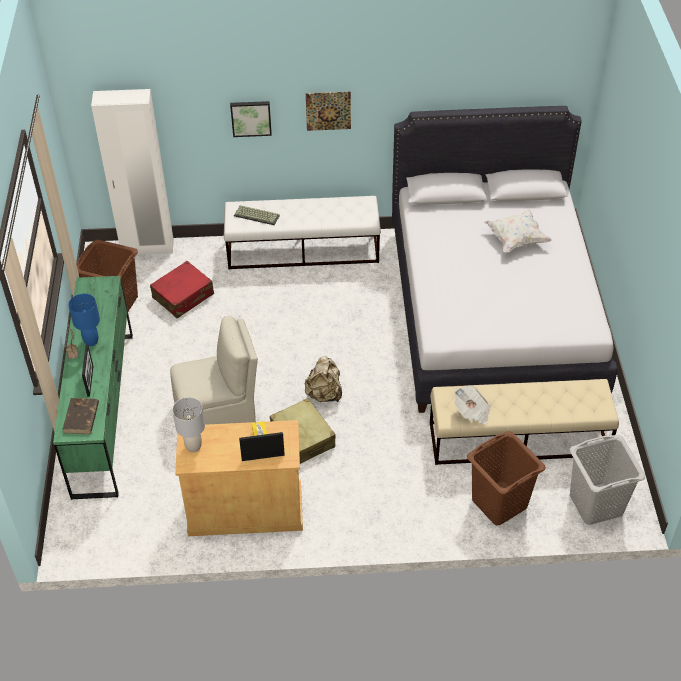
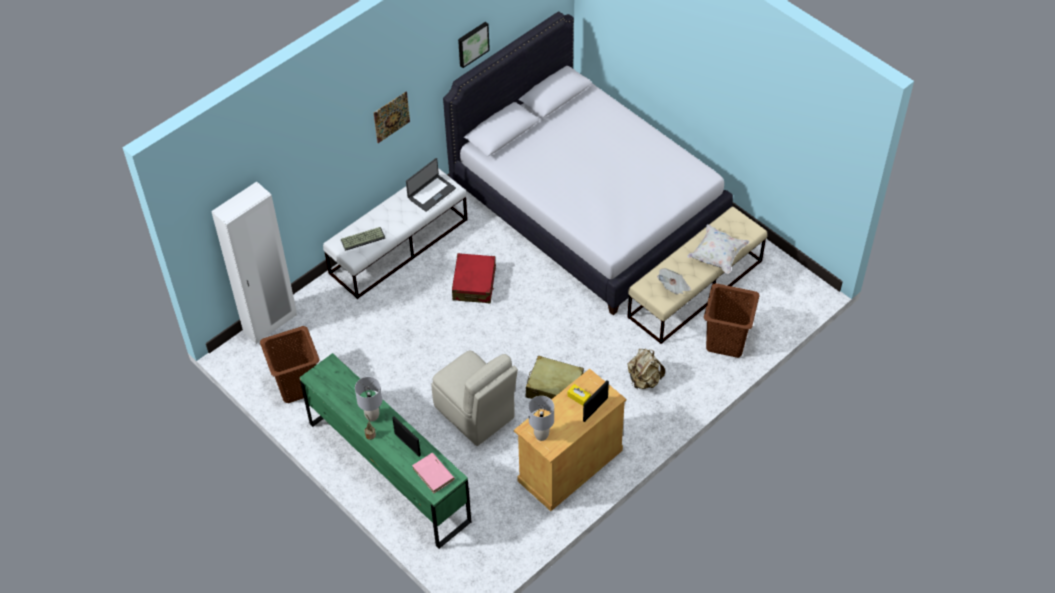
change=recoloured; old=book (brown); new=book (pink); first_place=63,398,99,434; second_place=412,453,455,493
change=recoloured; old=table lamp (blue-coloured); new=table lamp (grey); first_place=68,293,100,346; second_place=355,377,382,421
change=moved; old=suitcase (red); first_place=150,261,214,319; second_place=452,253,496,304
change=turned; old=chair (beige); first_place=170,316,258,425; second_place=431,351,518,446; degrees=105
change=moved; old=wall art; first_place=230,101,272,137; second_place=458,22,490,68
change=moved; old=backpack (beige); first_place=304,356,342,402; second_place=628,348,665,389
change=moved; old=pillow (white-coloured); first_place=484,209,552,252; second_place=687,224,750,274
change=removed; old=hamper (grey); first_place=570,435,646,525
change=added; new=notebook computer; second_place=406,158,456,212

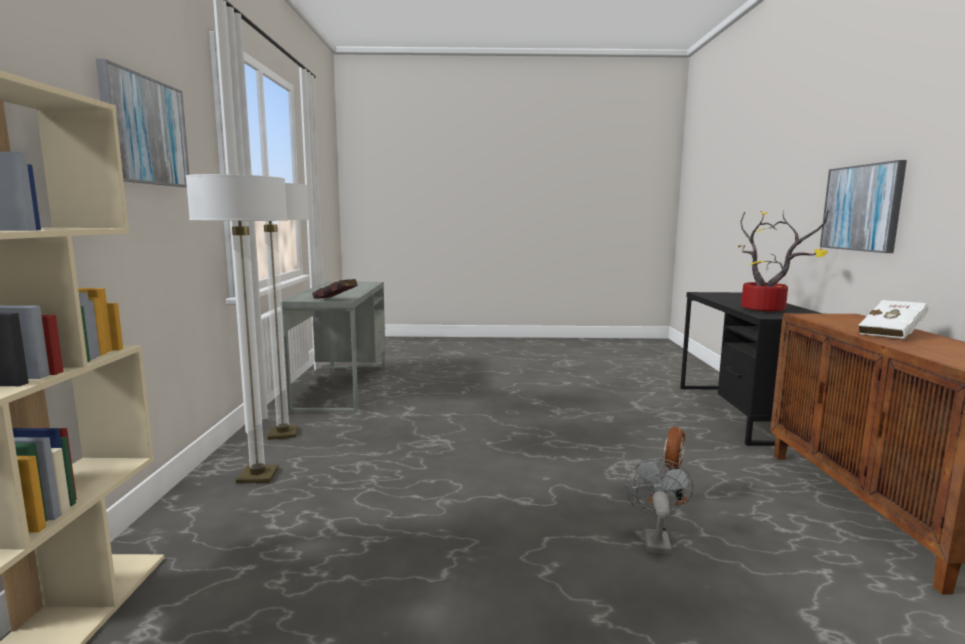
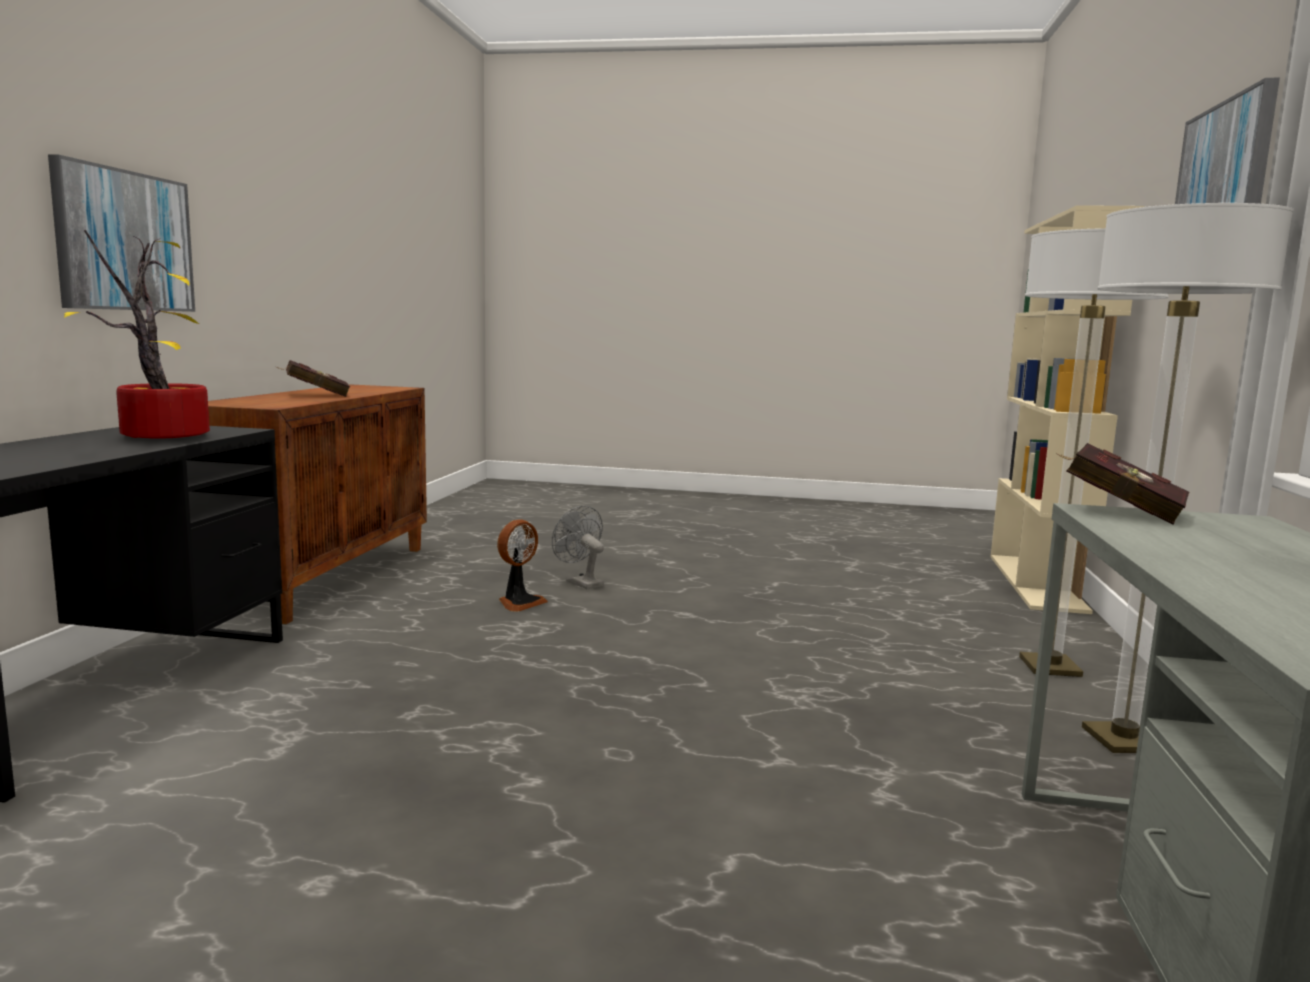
change=turned; old=electric fan (grey); first_place=624,459,693,554; second_place=552,506,604,589; degrees=120
change=recoloured; old=book (white-coloured); new=book (red); first_place=859,300,928,339; second_place=277,360,350,397

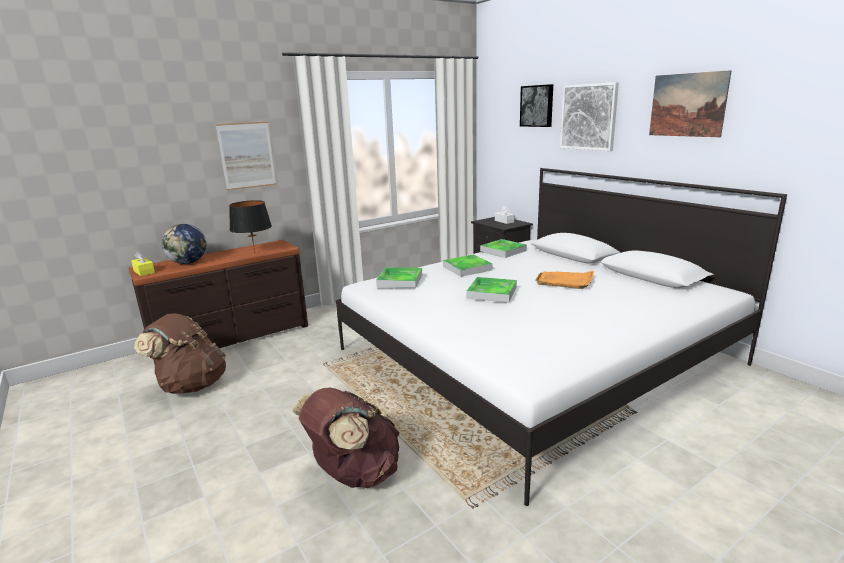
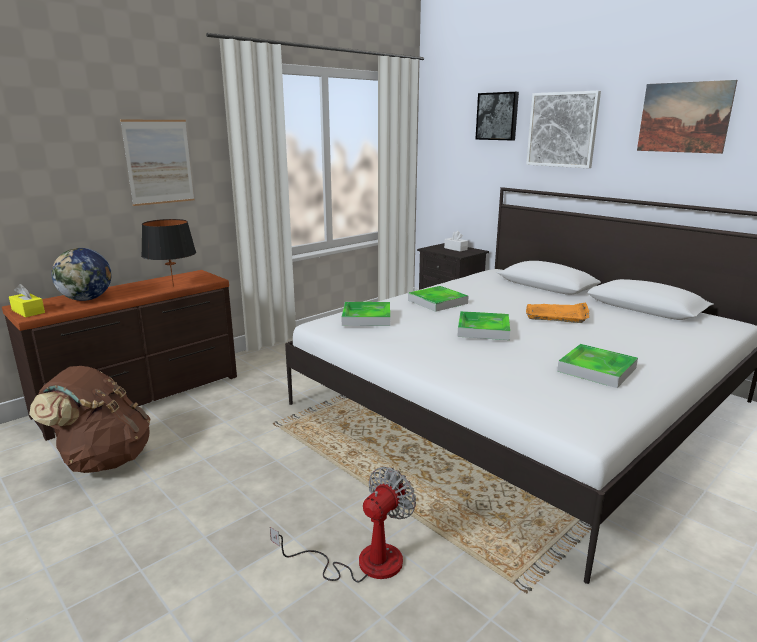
change=replaced; old=backpack (brown); new=electric fan; first_place=292,388,399,488; second_place=270,467,416,582
change=moved; old=carrying tray; first_place=480,239,527,258; second_place=557,344,638,388

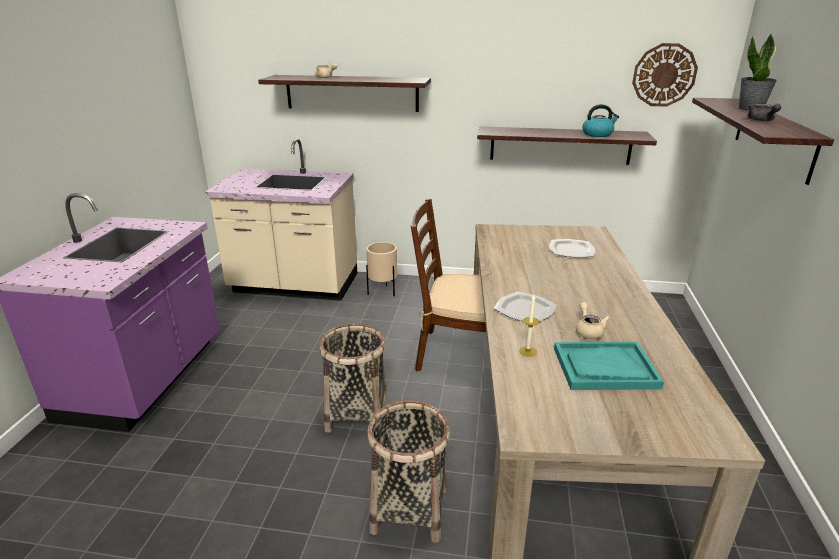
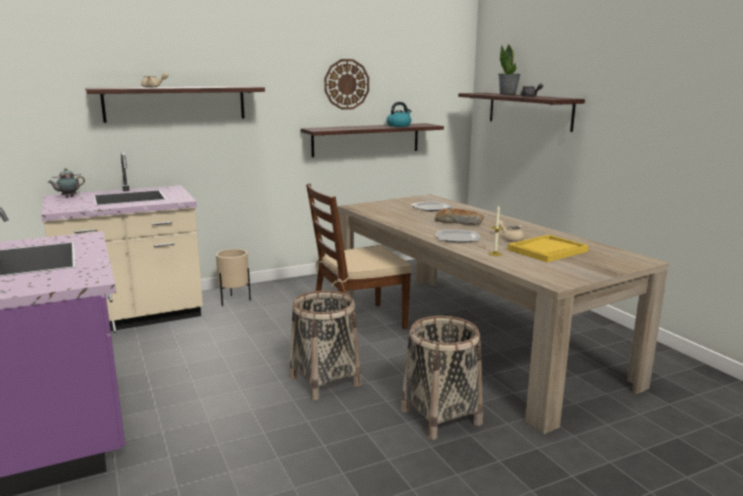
change=recoloured; old=carrying tray (turquoise-coloured); new=carrying tray (yellow); first_place=554,342,664,390; second_place=507,235,589,263
change=moved; old=wall clock; first_place=632,43,698,107; second_place=324,59,369,110
change=added; new=tea pot; second_place=48,168,85,198
change=added; new=bakery bread; second_place=435,209,484,225

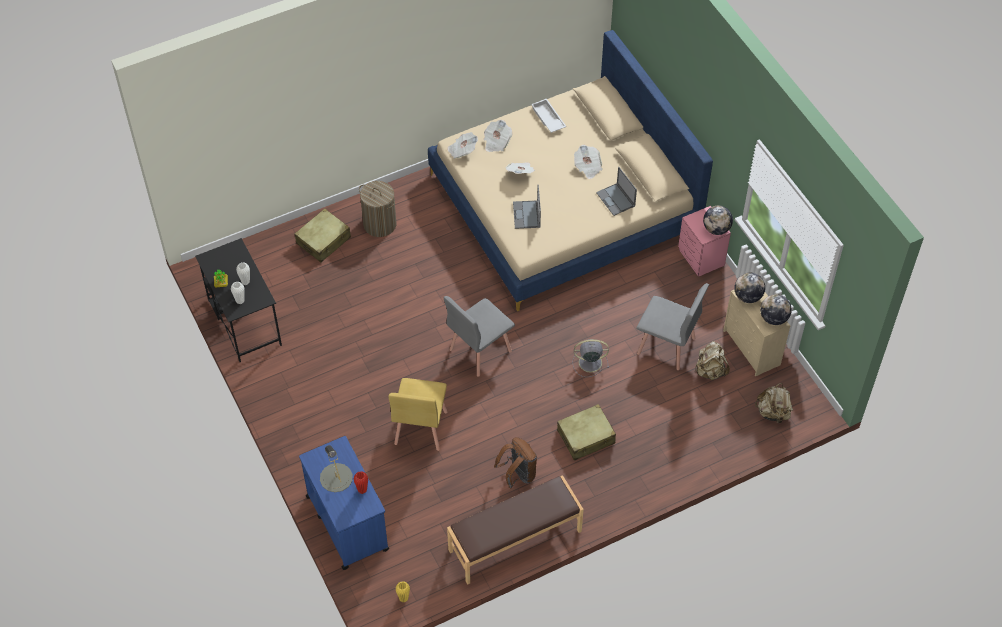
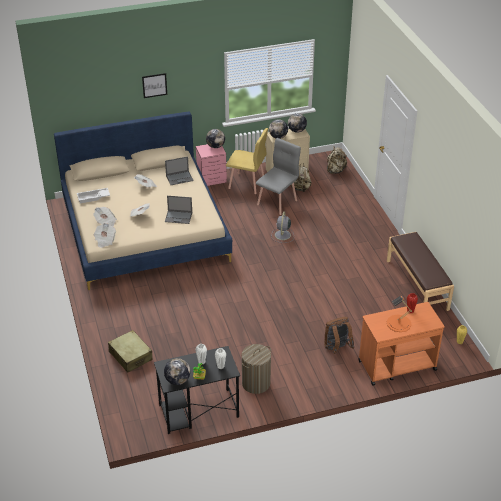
change=recoloured; old=wheeled cart (blue-coloured); new=wheeled cart (orangey); first_place=299,436,389,570; second_place=358,302,445,386
change=recoloured; old=table lamp (grey); new=table lamp (orangey); first_place=320,445,353,492; second_place=387,296,412,332
change=moved; old=hamper; first_place=359,181,396,237; second_place=241,344,271,394
change=moved; old=chair (yellow); first_place=388,378,447,451; second_place=226,128,268,194
change=removed; old=chair (grey); first_place=444,296,515,377
change=moved; old=backpack (brown); first_place=494,437,537,488; second_place=324,317,354,354
change=removed; old=suitcase (beige); first_place=557,404,616,460
change=added; new=wall art; second_place=142,73,167,98
change=added; new=desk globe; second_place=164,358,190,385

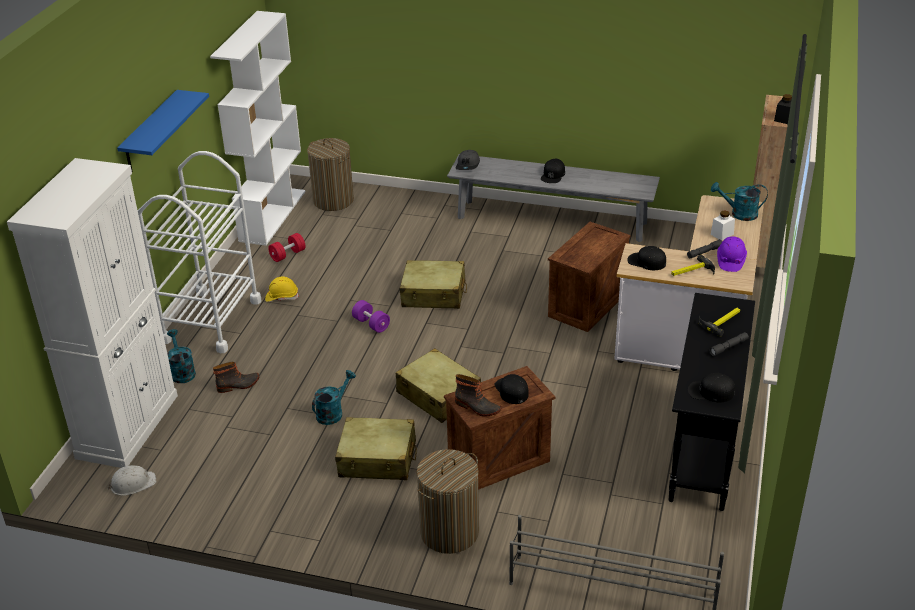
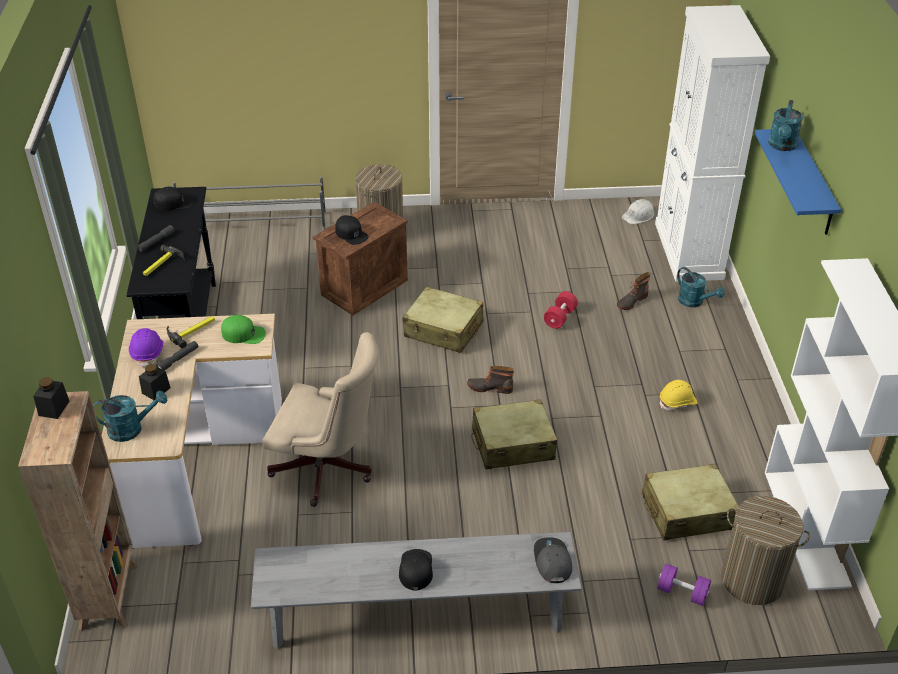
change=removed; old=wheeled cart (white-coloured); first_place=138,151,261,353
change=moved; old=hand weight (red); first_place=268,233,305,262; second_place=544,291,578,329
change=moved; old=watering can (turquoise-coloured); first_place=312,370,356,425; second_place=768,100,803,151
change=moved; old=suitcase (beige); first_place=335,417,417,480; second_place=642,464,739,540
change=moved; old=hand weight (purple-coloured); first_place=352,300,390,333; second_place=657,564,711,606
change=moved; old=boot; first_place=455,374,502,417; second_place=467,366,514,394
change=replaced; old=packing crate; new=office chair (beige); first_place=548,222,631,332; second_place=262,332,378,507
change=recoloured; old=cap (blackish); new=cap (greenish); first_place=627,246,666,270; second_place=221,315,266,344
change=recoloured; old=jar (white-coloured); new=jar (blackish); first_place=711,210,735,240; second_place=139,364,170,400

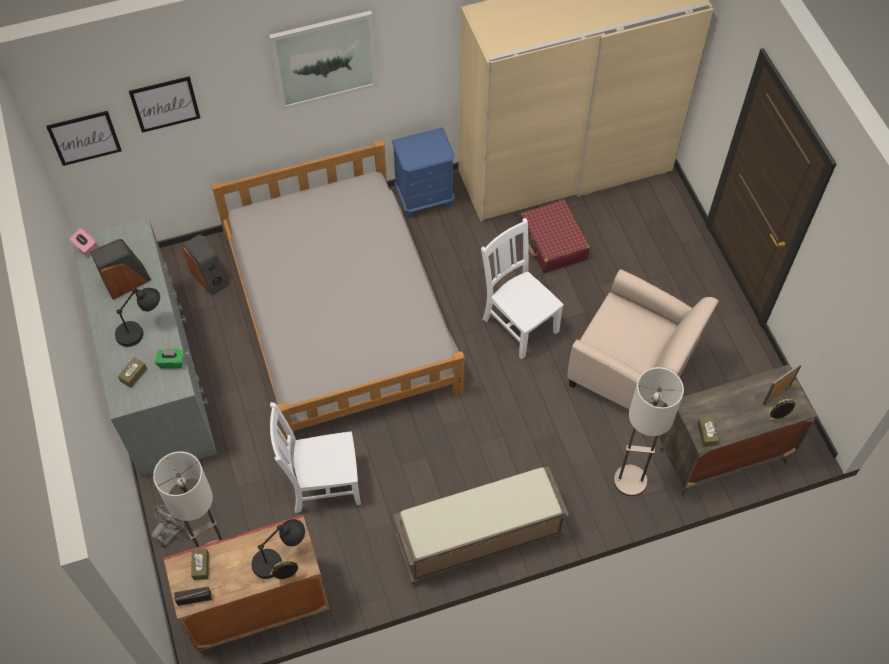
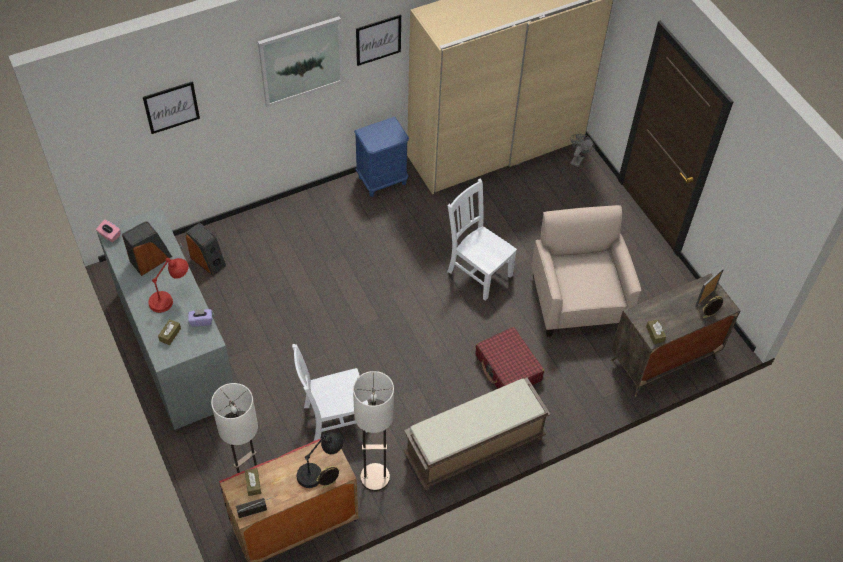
change=moved; old=wall art; first_place=46,111,122,166; second_place=356,14,401,66
change=recoloured; old=table lamp (blackish); new=table lamp (red); first_place=115,288,160,347; second_place=149,258,189,313
change=moved; old=electric fan (grey); first_place=151,505,184,546; second_place=570,134,595,167
change=recoloured; old=tissue holder (greenish); new=tissue holder (purple-coloured); first_place=155,349,184,369; second_place=188,309,212,327
change=removed; old=bed (grey); first_place=211,140,466,440
change=moved; old=suitcase (red); first_place=520,200,590,273; second_place=475,327,544,389
change=turned; old=armchair (beige); first_place=568,269,719,410; second_place=531,205,641,337; degrees=-120
change=moved; old=standard lamp; first_place=614,367,684,496; second_place=353,371,394,491

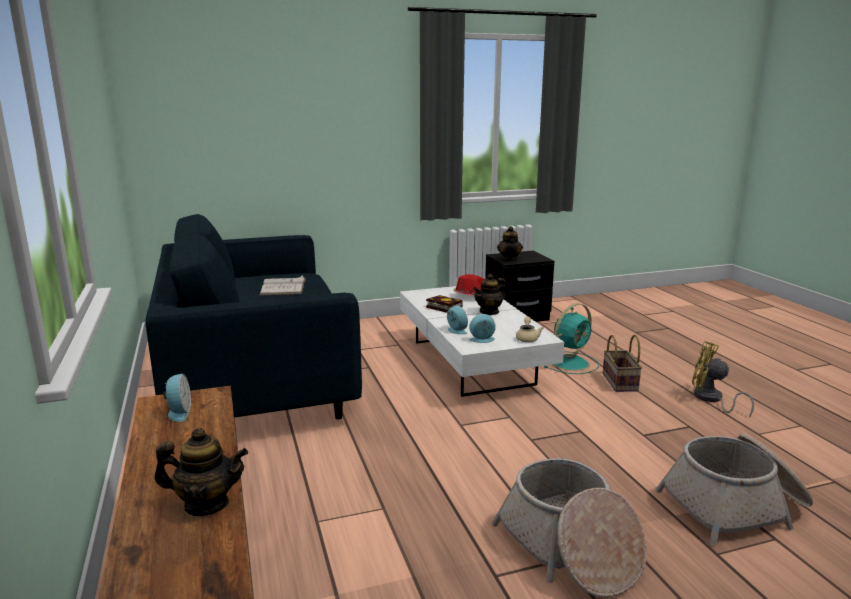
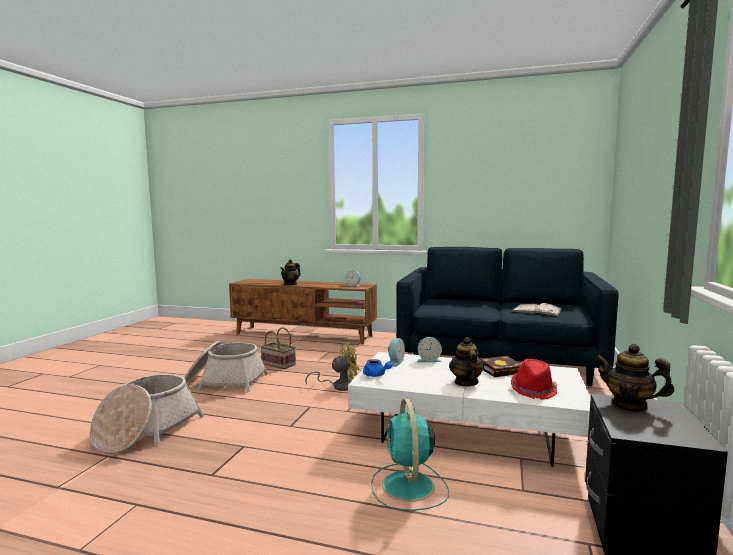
change=recoloured; old=tea pot (beige); new=tea pot (blue-coloured); first_place=516,316,544,342; second_place=363,359,392,377
change=moved; old=household basket; first_place=603,335,642,392; second_place=260,327,296,369
change=moved; old=electric fan (yellow); first_place=692,341,754,417; second_place=305,342,361,391

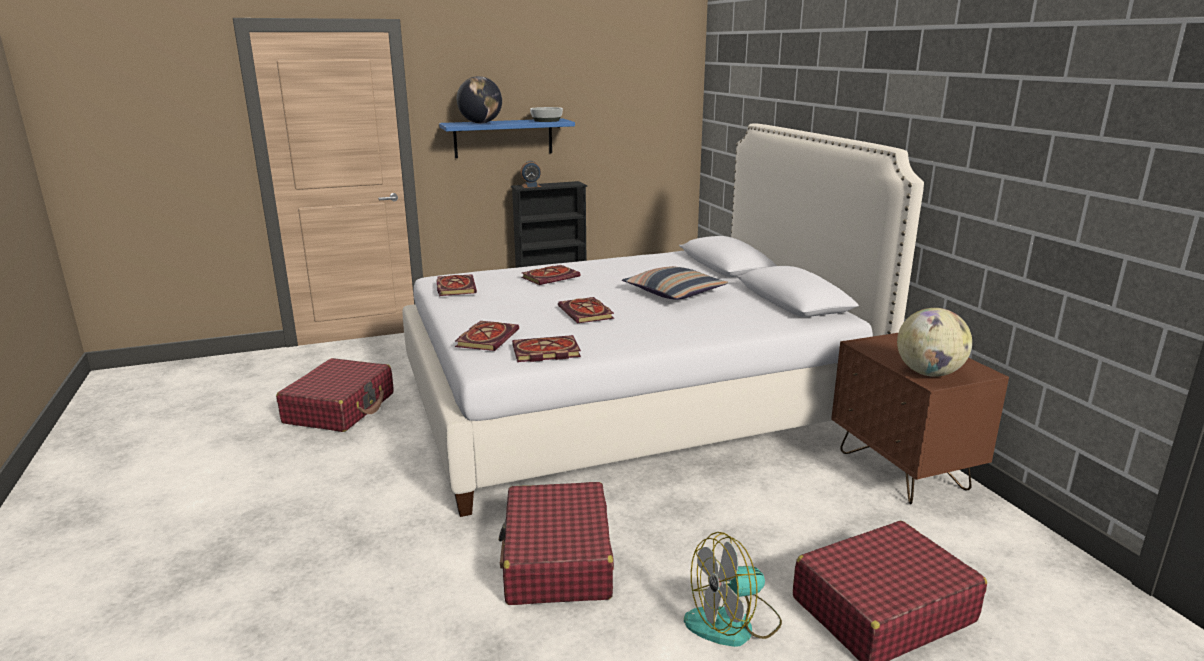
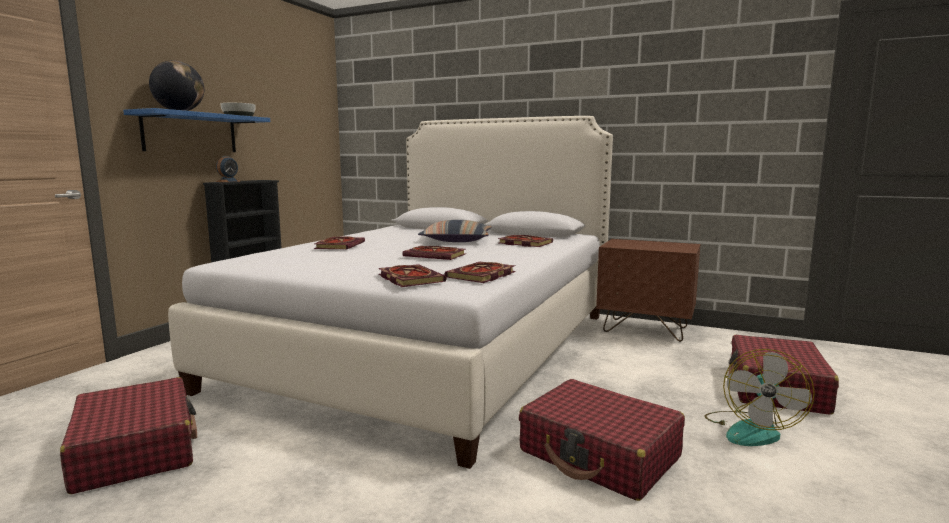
change=moved; old=book; first_place=437,274,477,296; second_place=498,235,553,247
change=removed; old=desk globe; first_place=897,308,972,377

